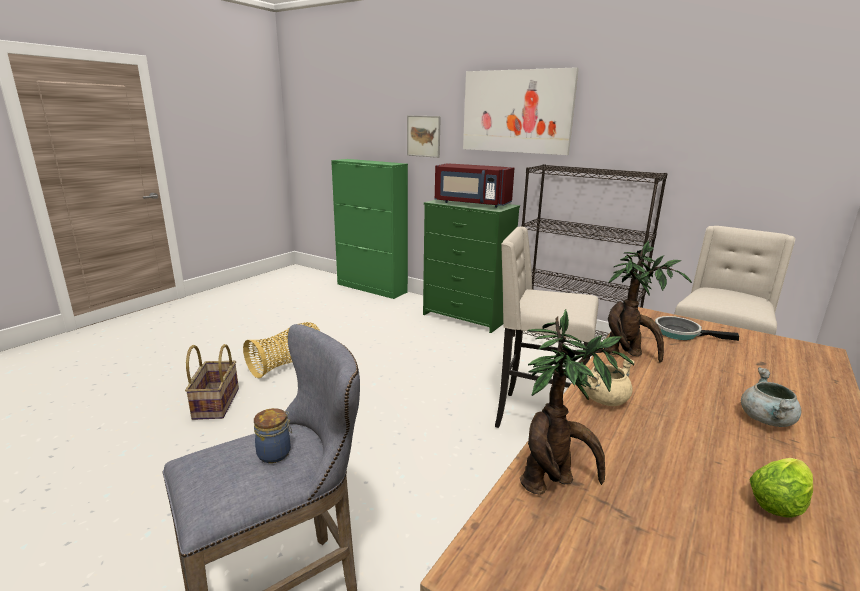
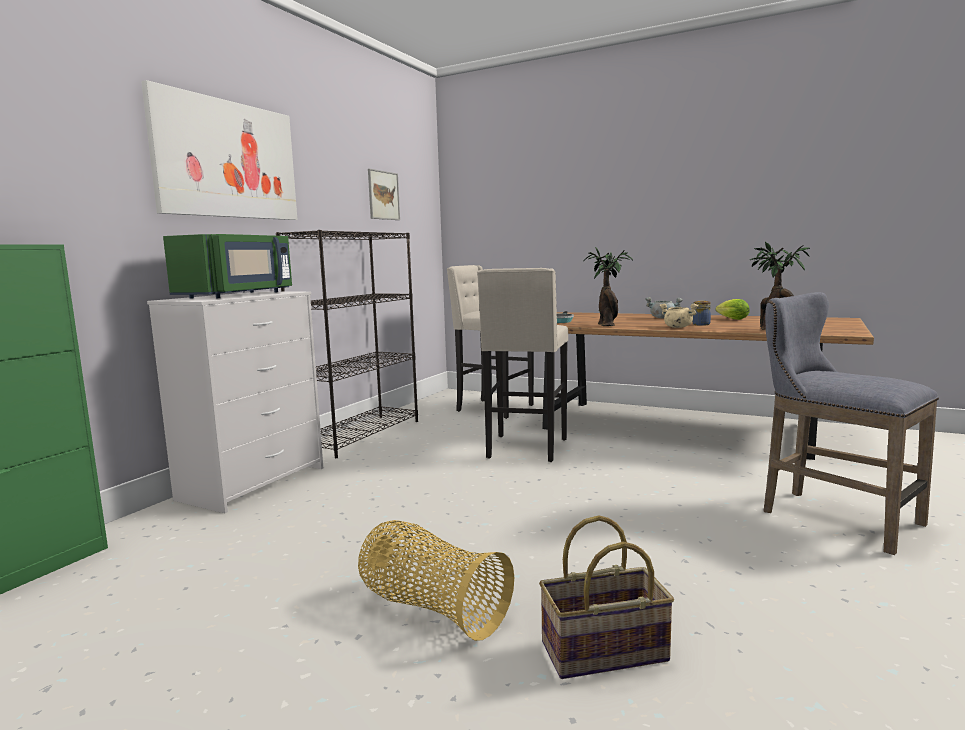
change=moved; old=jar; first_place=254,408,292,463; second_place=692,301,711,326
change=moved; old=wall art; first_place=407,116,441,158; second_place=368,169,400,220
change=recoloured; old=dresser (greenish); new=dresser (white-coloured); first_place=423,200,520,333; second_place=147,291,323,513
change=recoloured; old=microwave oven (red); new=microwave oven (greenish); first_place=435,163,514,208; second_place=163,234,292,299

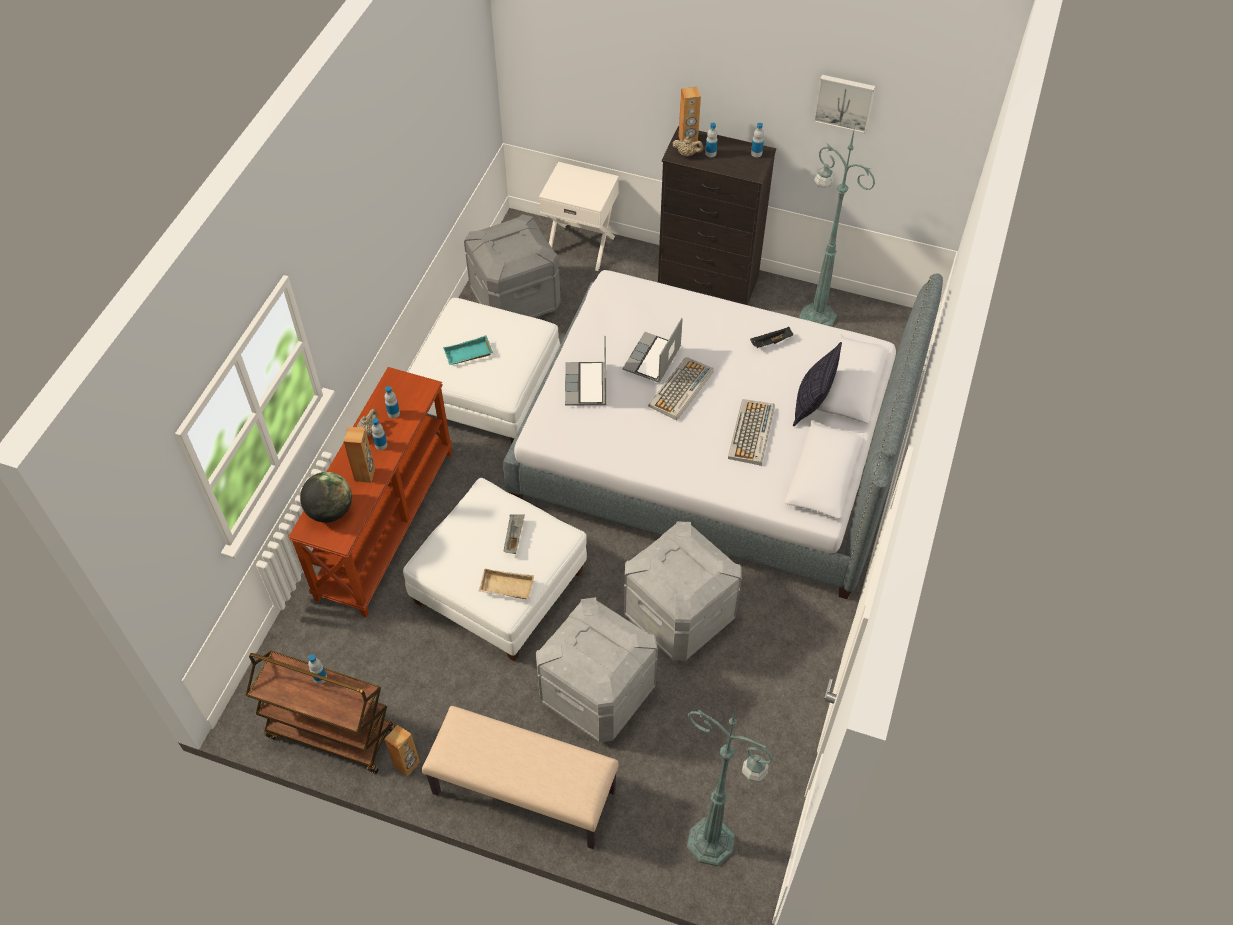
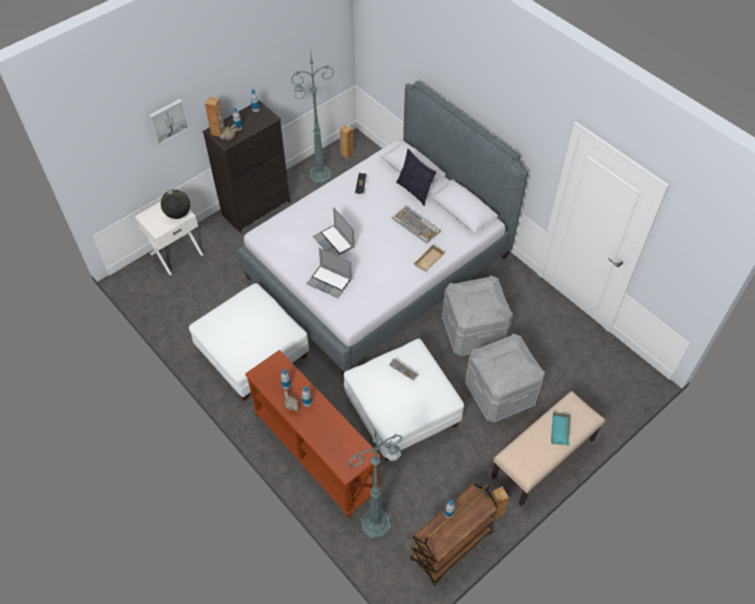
change=moved; old=desk globe; first_place=300,472,352,523; second_place=161,189,190,219
change=moved; old=loudspeaker (brown); first_place=344,427,375,483; second_place=340,125,353,158
change=moved; old=carrying tray (turquoise-coloured); first_place=443,335,493,365; second_place=551,411,571,446
change=removed; old=storage box (grey); first_place=464,214,561,318
change=moved; old=carrying tray (beige); first_place=479,569,534,599; second_place=414,244,446,272
change=removed; old=computer keyboard; first_place=648,357,714,420
change=moved; old=standard lamp (greenish); first_place=687,706,774,866; second_place=348,429,402,539
change=moved; old=wall art; first_place=813,75,875,134; second_place=149,99,189,145

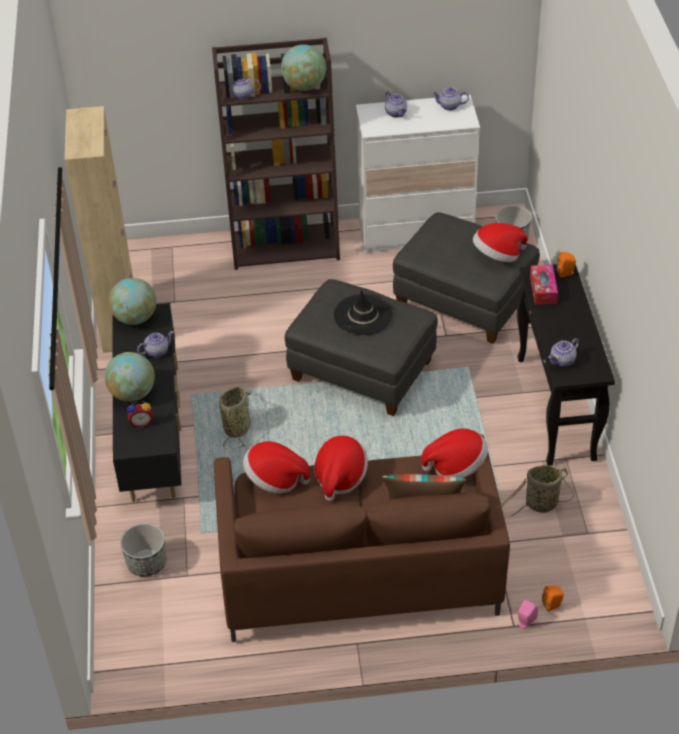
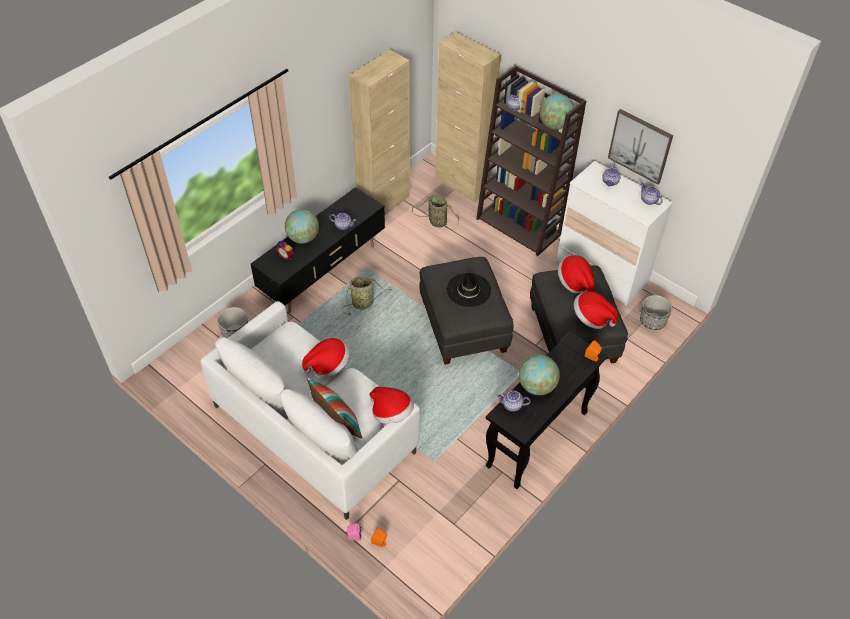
change=moved; old=desk globe; first_place=109,278,156,325; second_place=519,354,560,395
change=recoloured; old=couch (brown); new=couch (white-coloured); first_place=214,434,510,642; second_place=201,301,420,520
change=moved; old=clothing hat; first_place=243,441,310,493; second_place=558,255,594,293
change=moved; old=household basket; first_place=501,465,574,517; second_place=412,195,459,230
change=removed; old=tissue holder; first_place=530,265,558,304
change=added; new=cupboard (beige); second_place=435,32,501,202
change=added; new=wall art; second_place=608,109,673,185

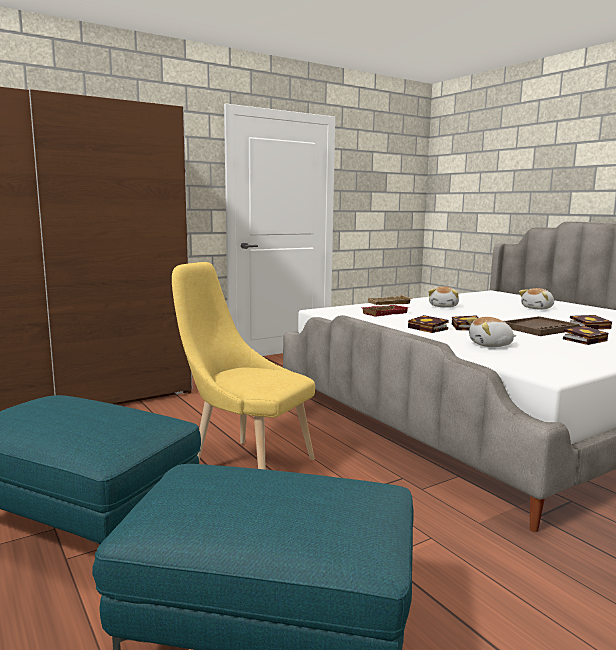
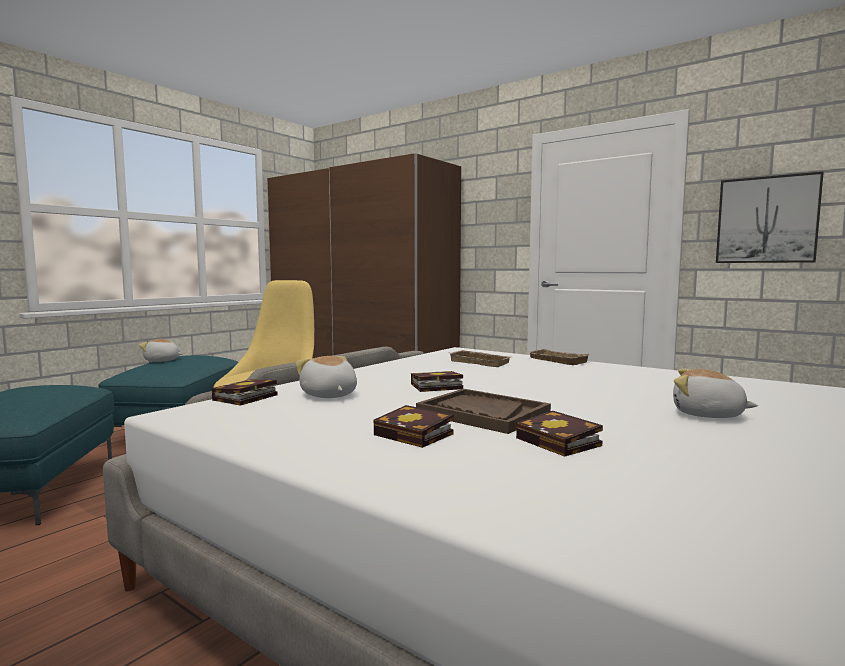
change=recoloured; old=carrying tray (red); new=carrying tray (beige); first_place=360,305,409,317; second_place=448,350,511,367
change=moved; old=book; first_place=408,315,449,333; second_place=211,379,278,406
change=moved; old=soft toy; first_place=428,286,459,308; second_place=139,339,183,362
change=added; new=wall art; second_place=716,171,824,263

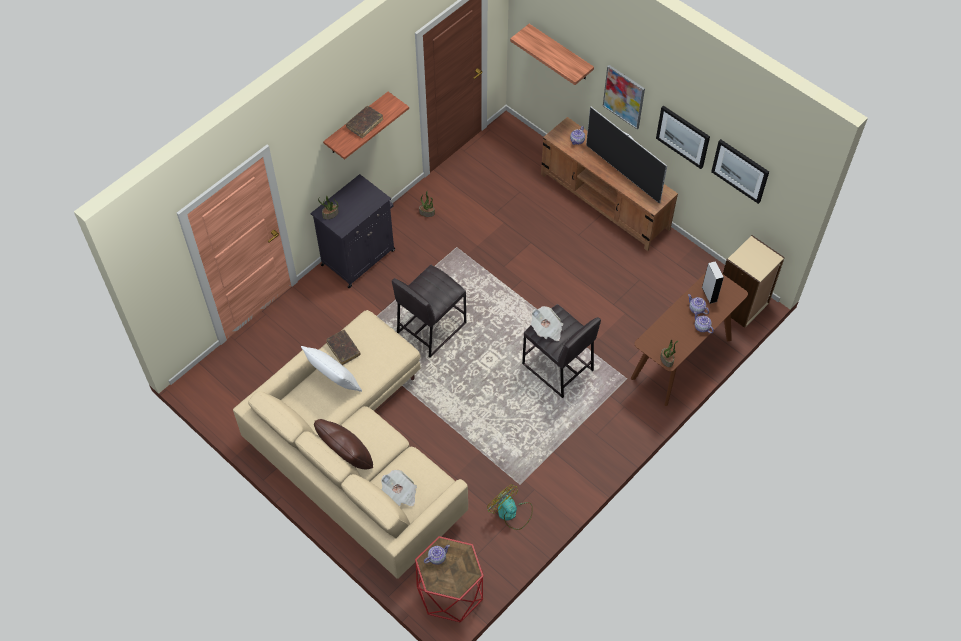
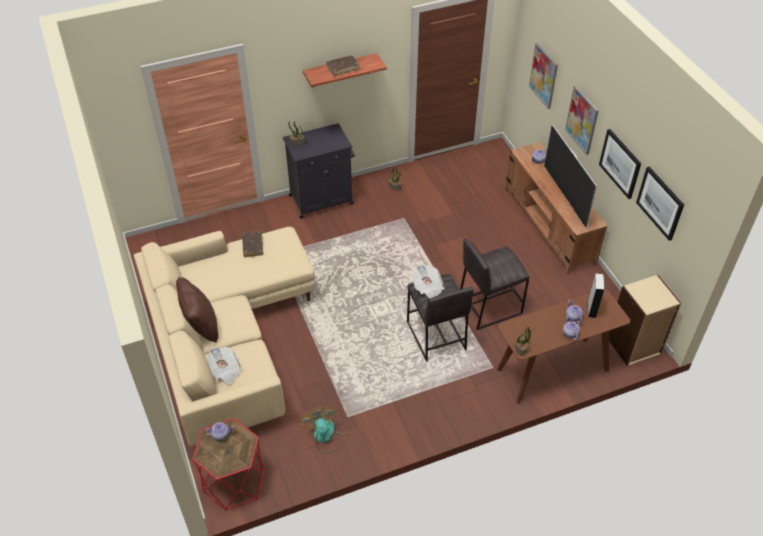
change=removed; old=pillow (white-coloured); first_place=301,346,362,392
change=moved; old=sitting stool (grey); first_place=392,265,466,358; second_place=460,238,529,330
change=replaced; old=wall shelf; new=wall art; first_place=510,24,594,85; second_place=529,43,558,109

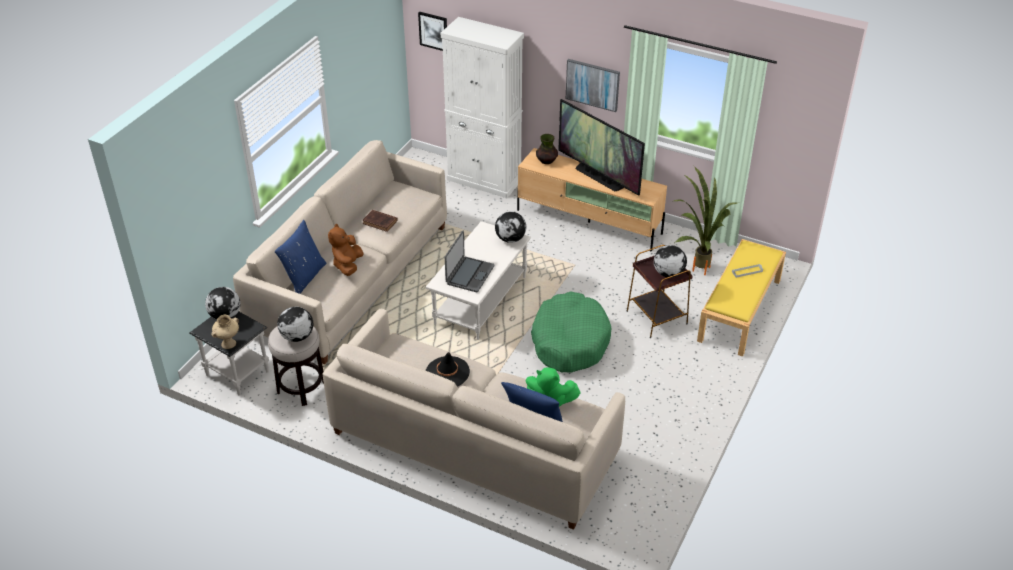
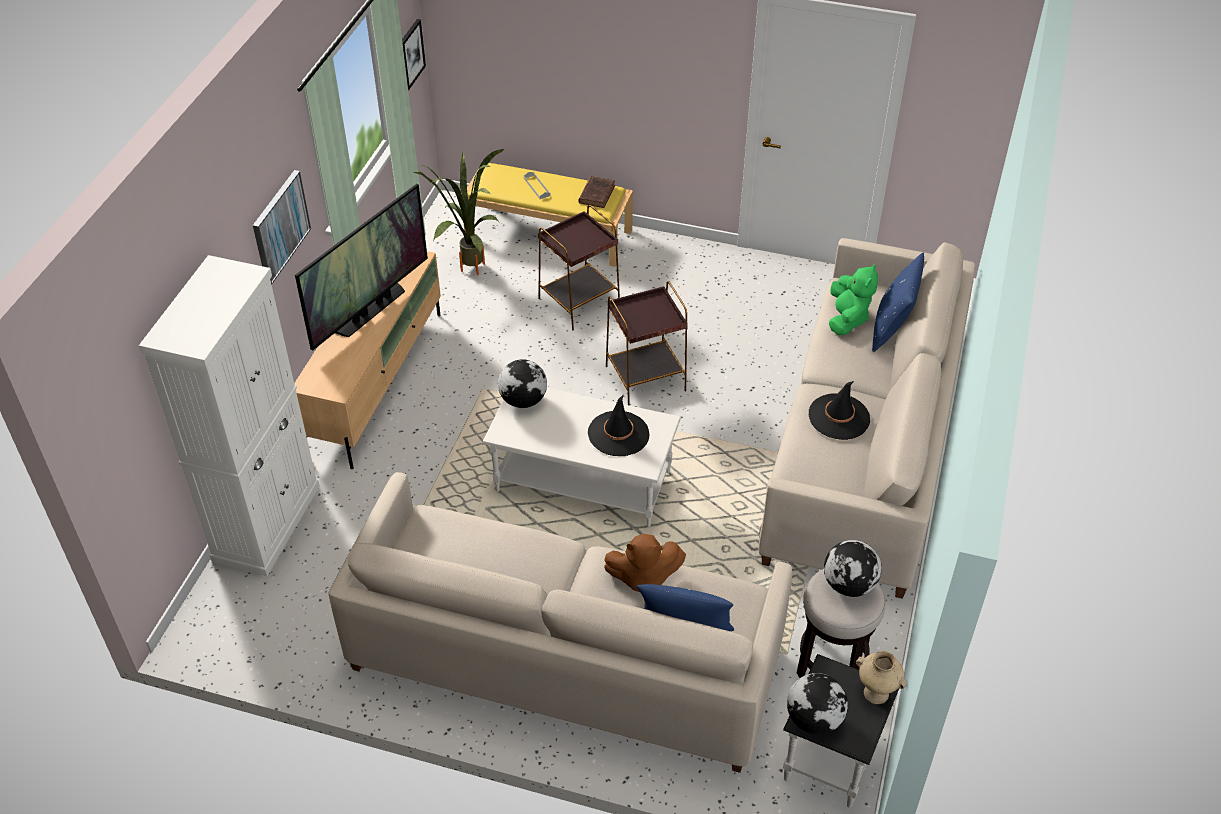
change=moved; old=book (brown); first_place=362,210,398,232; second_place=578,176,615,208
change=moved; old=wall art; first_place=418,12,447,51; second_place=402,19,426,90
change=replaced; old=notebook computer; new=clothing hat (blackish); first_place=445,231,494,292; second_place=588,394,649,456
change=replaced; old=pet bed (greenish); new=end table (brown); first_place=531,291,612,373; second_place=606,281,688,406
change=removed; old=vase; first_place=536,134,558,164
change=removed; old=desk globe; first_place=654,245,687,278

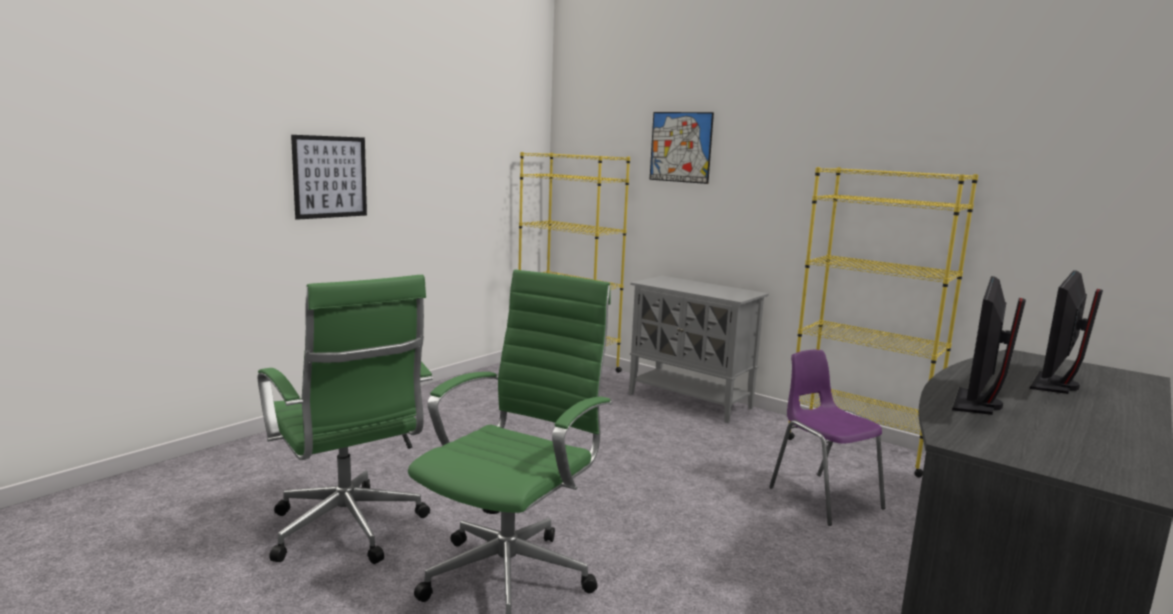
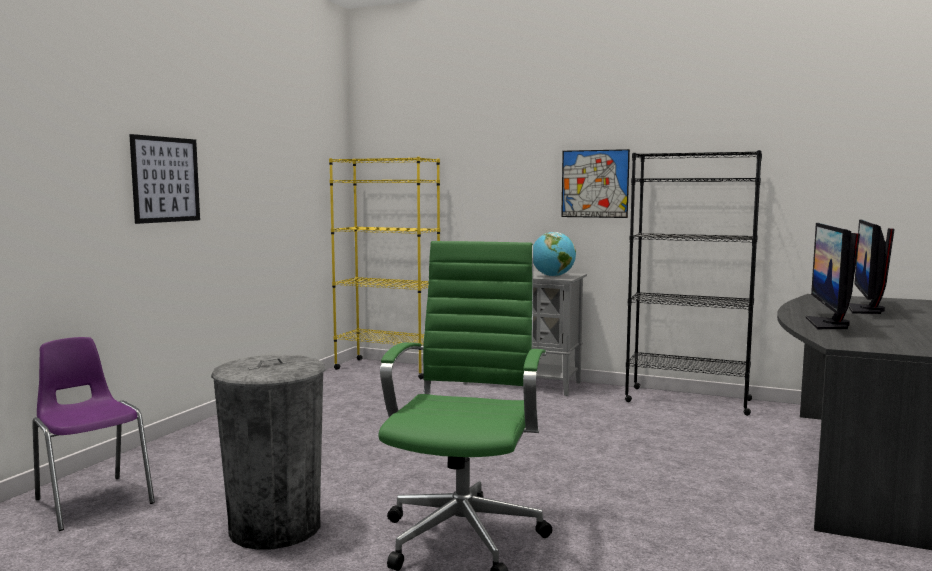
change=replaced; old=office chair (greenish); new=trash can (grey); first_place=258,275,433,564; second_place=211,355,325,550
change=moved; old=wall art; first_place=650,112,714,184; second_place=561,149,630,218
change=moved; old=chair (purple-coloured); first_place=769,350,885,526; second_place=32,337,155,531
change=recoloured; old=bookcase (yellow); new=bookcase (blackish); first_place=788,167,978,477; second_place=625,150,762,416
change=added; new=desk globe; second_place=533,232,576,277

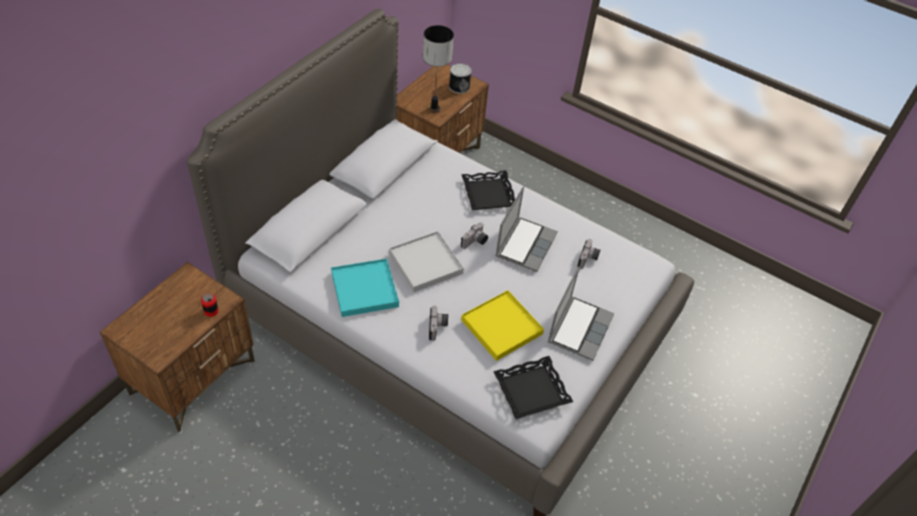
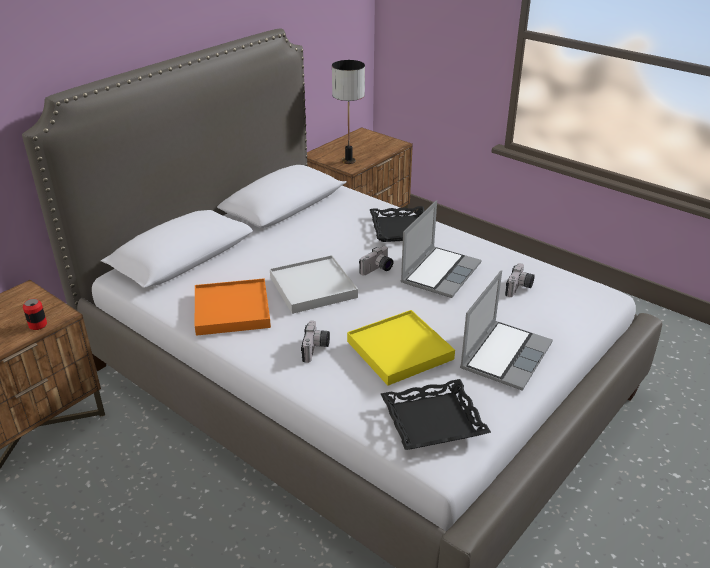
change=recoloured; old=carrying tray (turquoise-coloured); new=carrying tray (orangey); first_place=331,259,399,317; second_place=195,278,271,336
change=removed; old=metal can; first_place=449,63,471,94

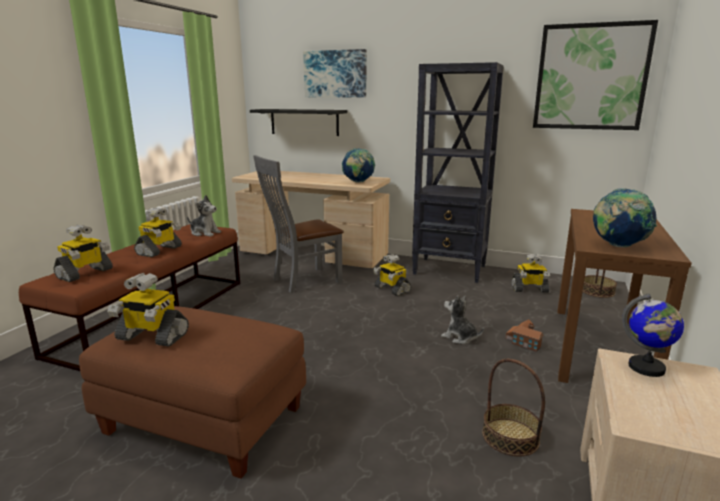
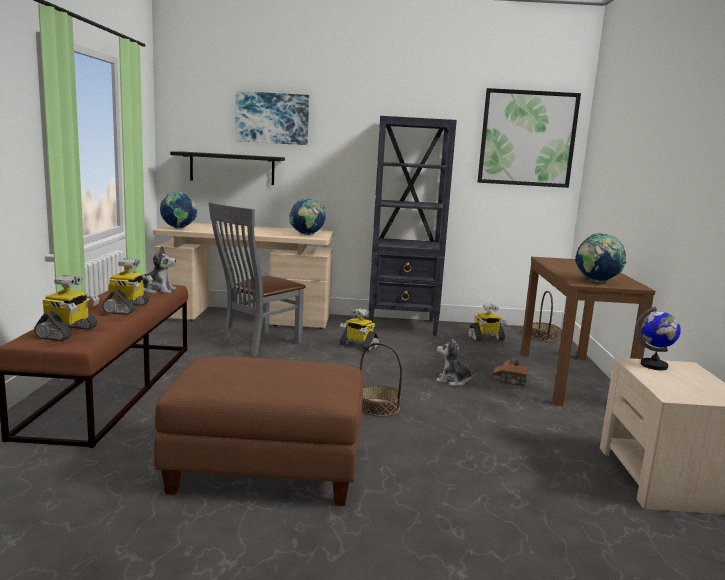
change=removed; old=robot figure; first_place=107,273,189,347
change=moved; old=household basket; first_place=482,359,545,456; second_place=360,342,403,417
change=added; new=desk globe; second_place=160,192,197,229

